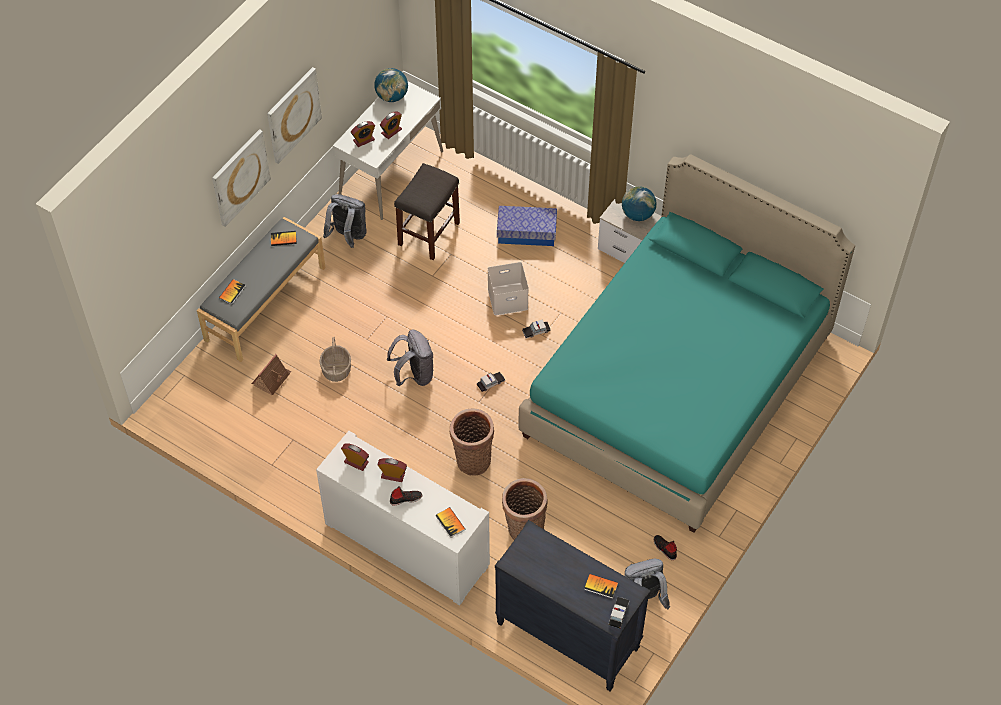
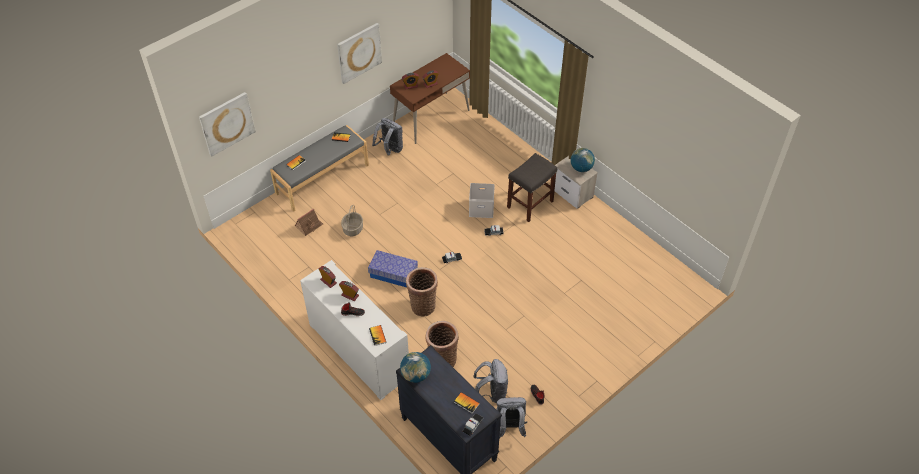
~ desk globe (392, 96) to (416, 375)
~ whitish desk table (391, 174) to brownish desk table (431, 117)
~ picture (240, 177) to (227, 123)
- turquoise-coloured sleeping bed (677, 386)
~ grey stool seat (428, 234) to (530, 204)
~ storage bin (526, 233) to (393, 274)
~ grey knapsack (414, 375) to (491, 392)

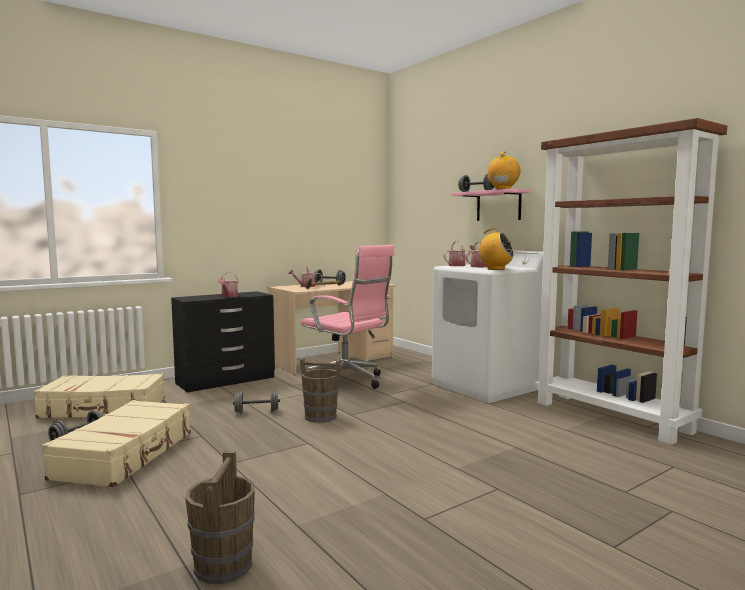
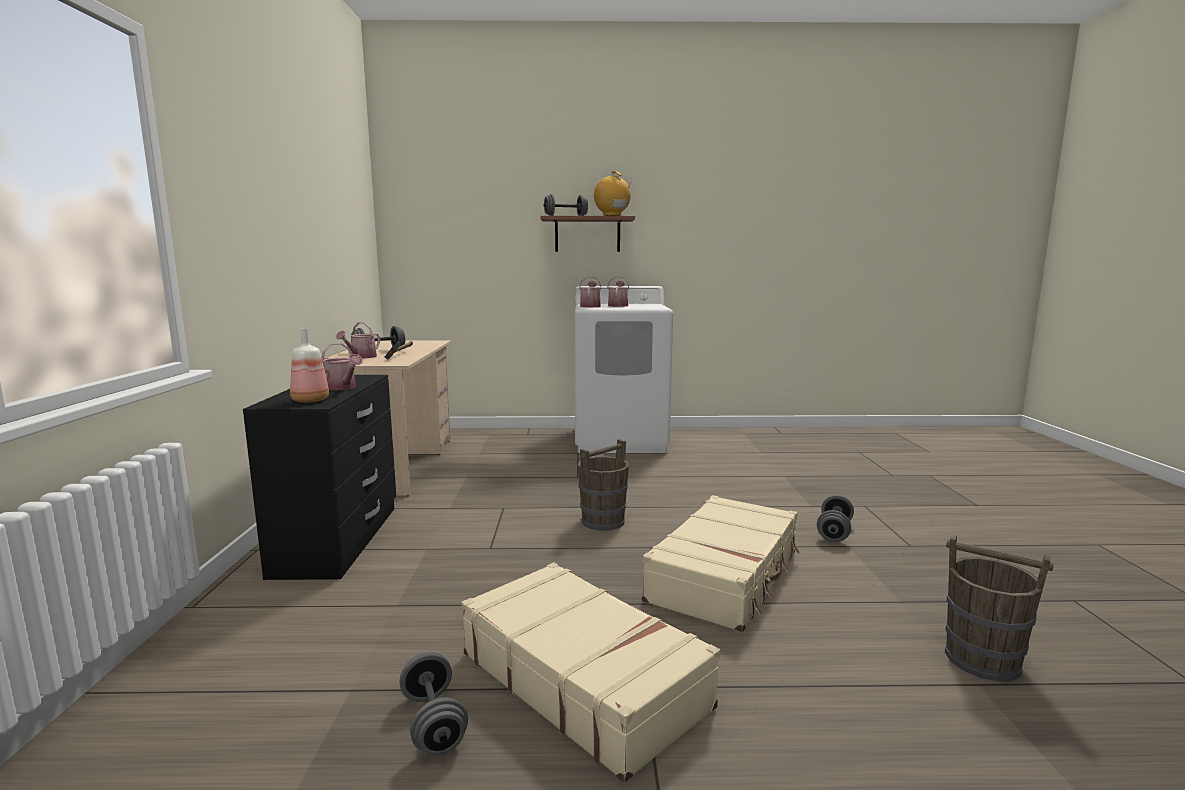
- brownish bookcase (612, 417)
~ pink bracket shelf (498, 206) to brownish bracket shelf (587, 234)
- radio receiver (495, 269)
- pink desk chair (348, 382)
~ beige travel case (103, 408) to (726, 576)
~ grey dumbbell (257, 412) to (834, 532)
+ beverage bottle (309, 401)

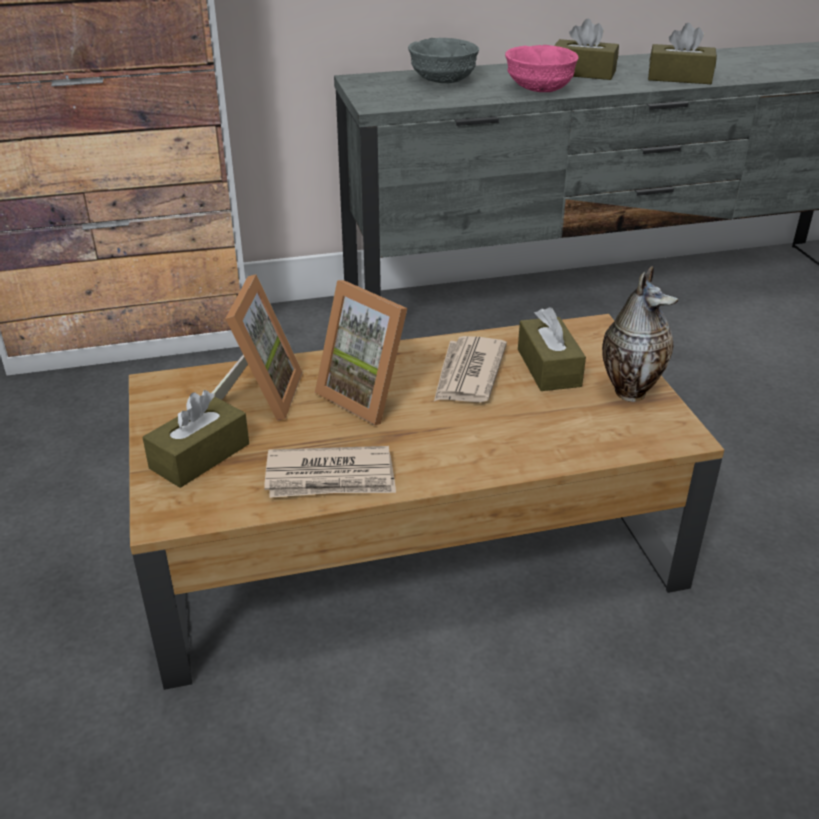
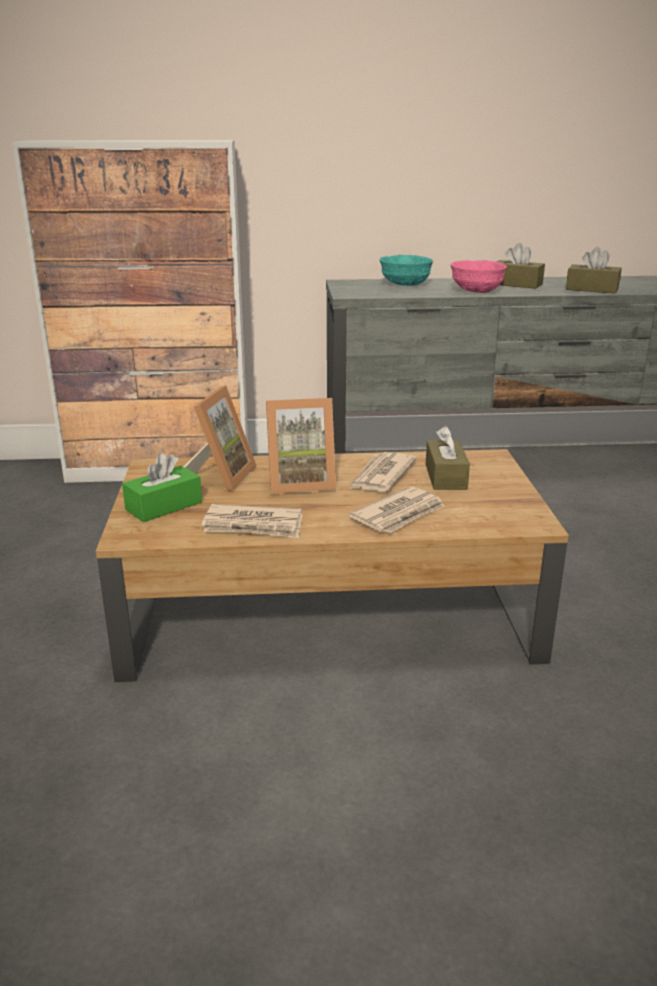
~ grey serving bowl (442, 81) to turquoise-coloured serving bowl (404, 284)
- vase (630, 390)
~ picture frame (368, 395) = (300, 482) 60 degrees counterclockwise
~ brownish tissue box (200, 456) to green-coloured tissue box (164, 506)
+ newspaper (400, 514)

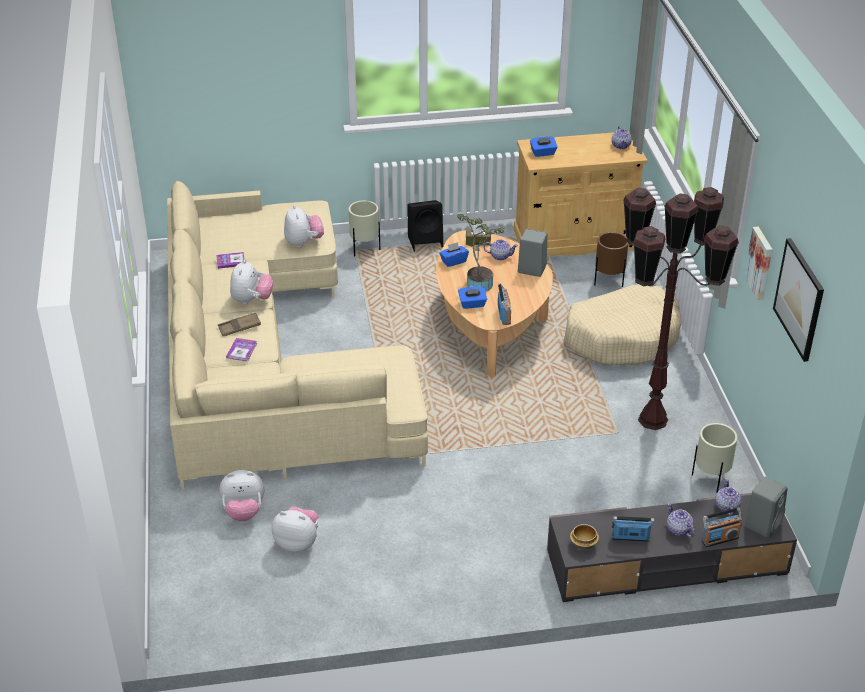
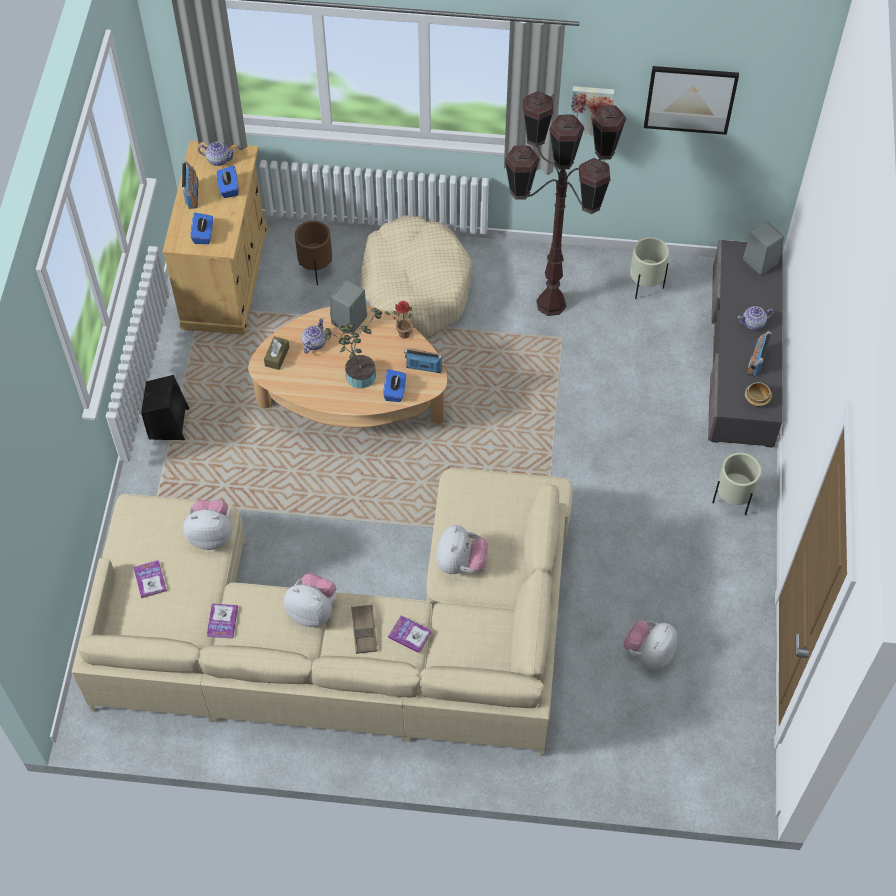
~ beige plant pot (364, 249) to (732, 500)
~ bluish tissue box (453, 261) to (228, 188)
~ cuddly toy (244, 511) to (460, 563)
- pot for tea (726, 507)
~ radio receiver (719, 539) to (192, 195)
+ potted plant (401, 334)
+ volume (150, 579)

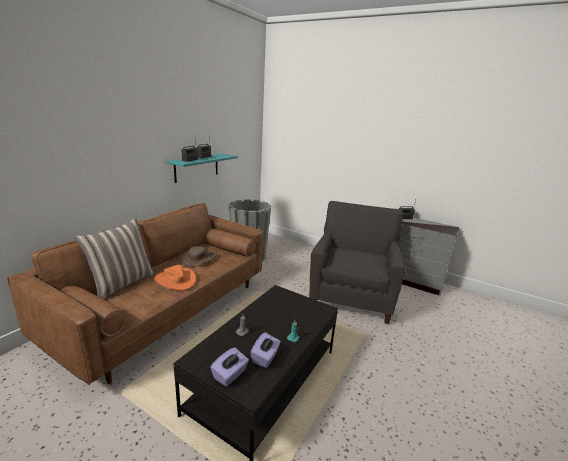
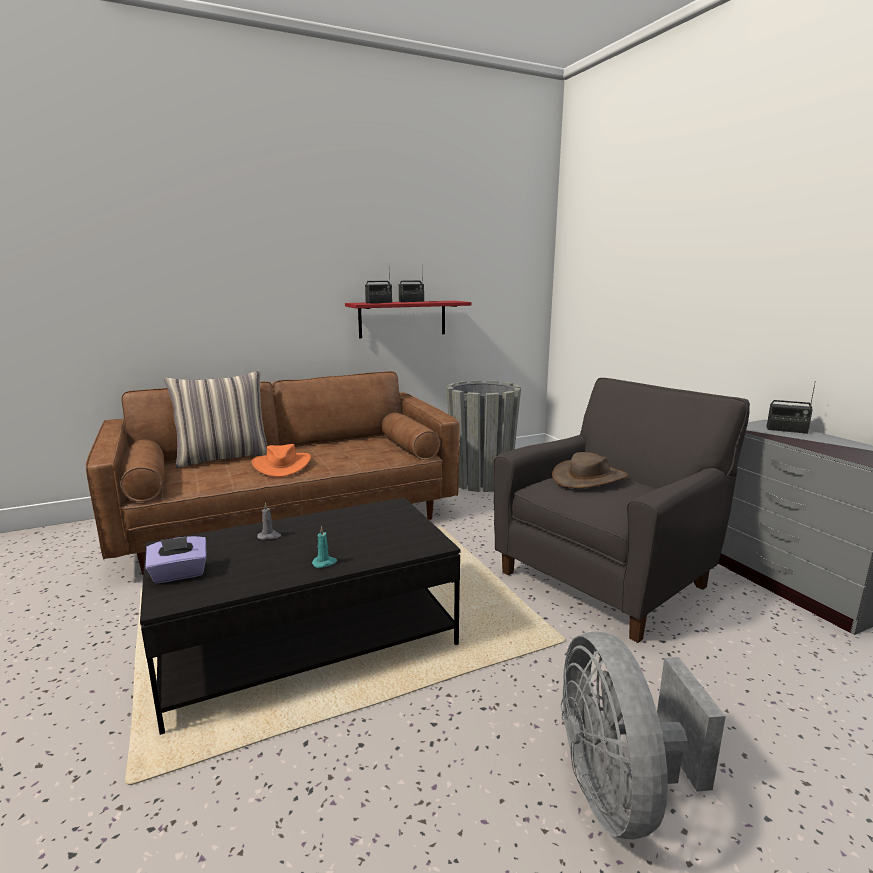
~ turquoise-coloured bracket shelf (197, 167) to red bracket shelf (402, 319)
~ brownish wearable hat (199, 258) to (590, 478)
- purple-coloured tissue box (265, 357)
+ grey cooling fan (619, 790)

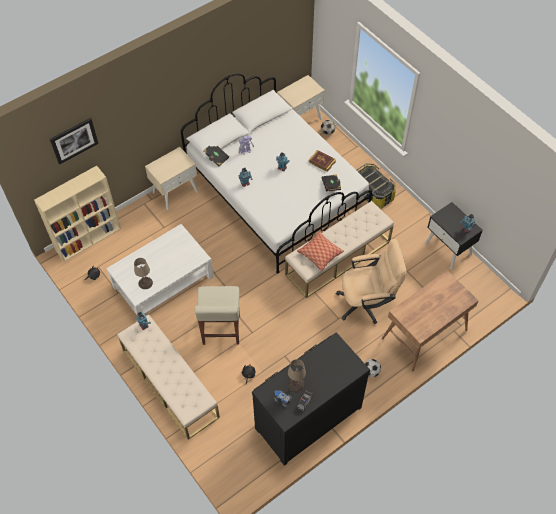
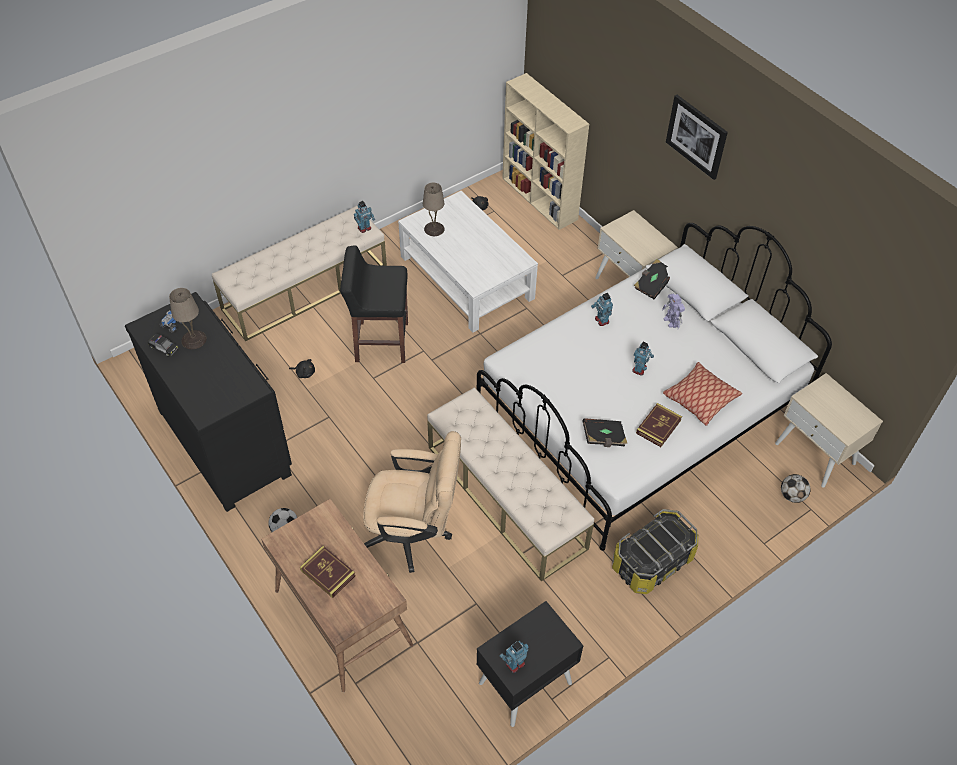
~ picture (74, 140) to (696, 136)
~ throw pillow (320, 254) to (700, 398)
~ beige desk chair (367, 302) = (414, 534) 75 degrees counterclockwise
~ beige stool seat (221, 330) to black stool seat (380, 342)
+ volume (328, 573)

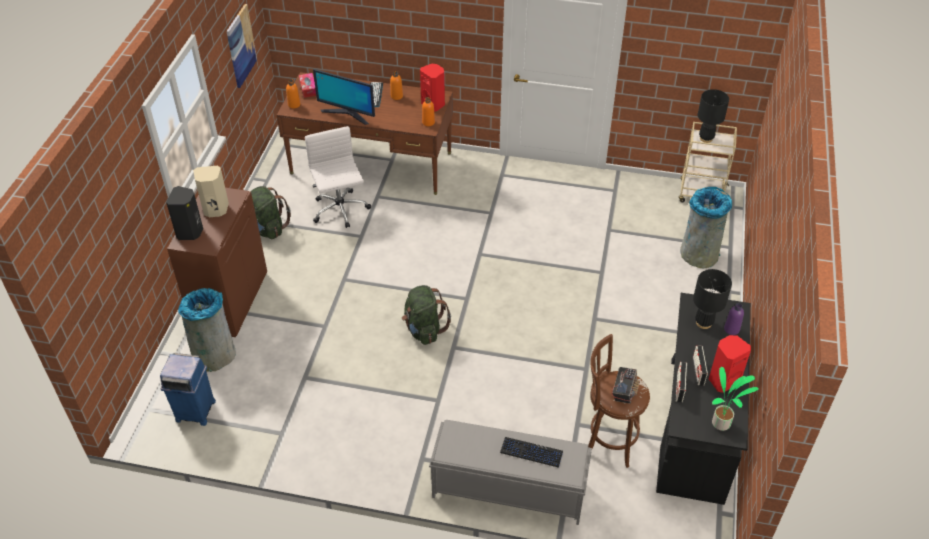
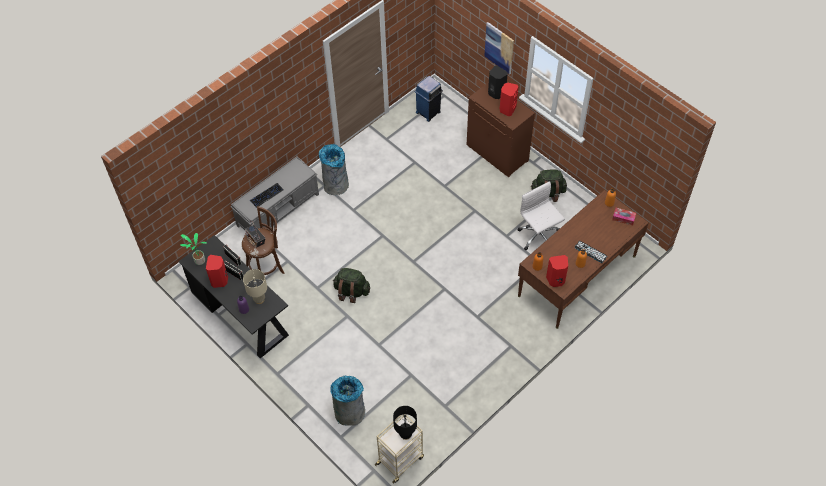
~ picture (241, 46) to (499, 48)
- computer screen (347, 114)
~ whitish desk chair (340, 210) = (539, 236) 135 degrees counterclockwise
~ beige loudspeaker (215, 210) to red loudspeaker (507, 109)
~ black lamp for a table (703, 323) to beige lamp for a table (259, 299)
~ green-coloured knapsack (424, 329) to (351, 291)
~ grey trash can (215, 355) to (335, 185)

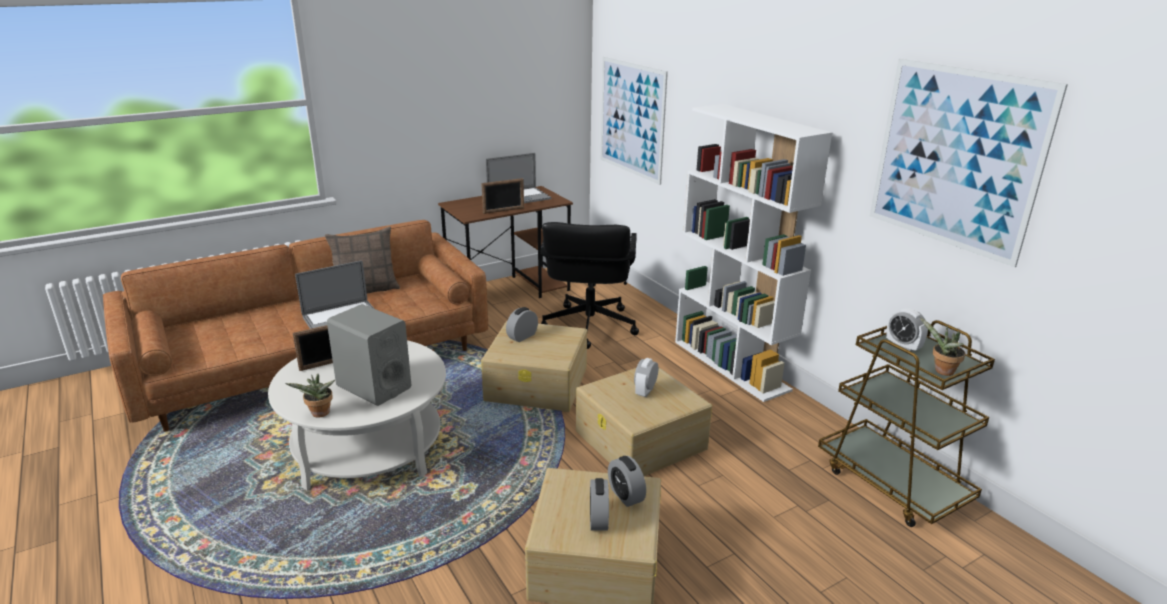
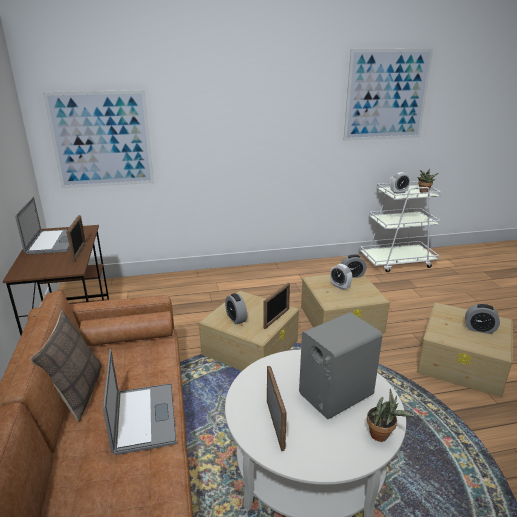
- whitish bookcase (731, 365)
- black desk chair (588, 326)
~ brownish wheeled cart (892, 483) to whitish wheeled cart (397, 261)
~ alarm clock (626, 495) to (352, 275)
+ picture frame (276, 318)

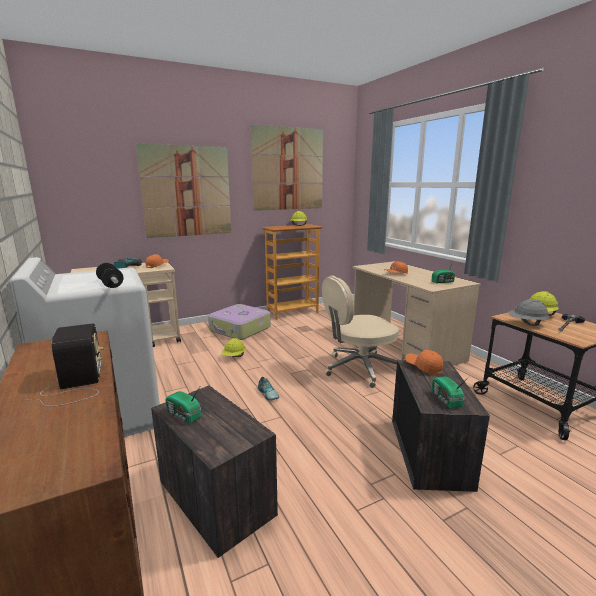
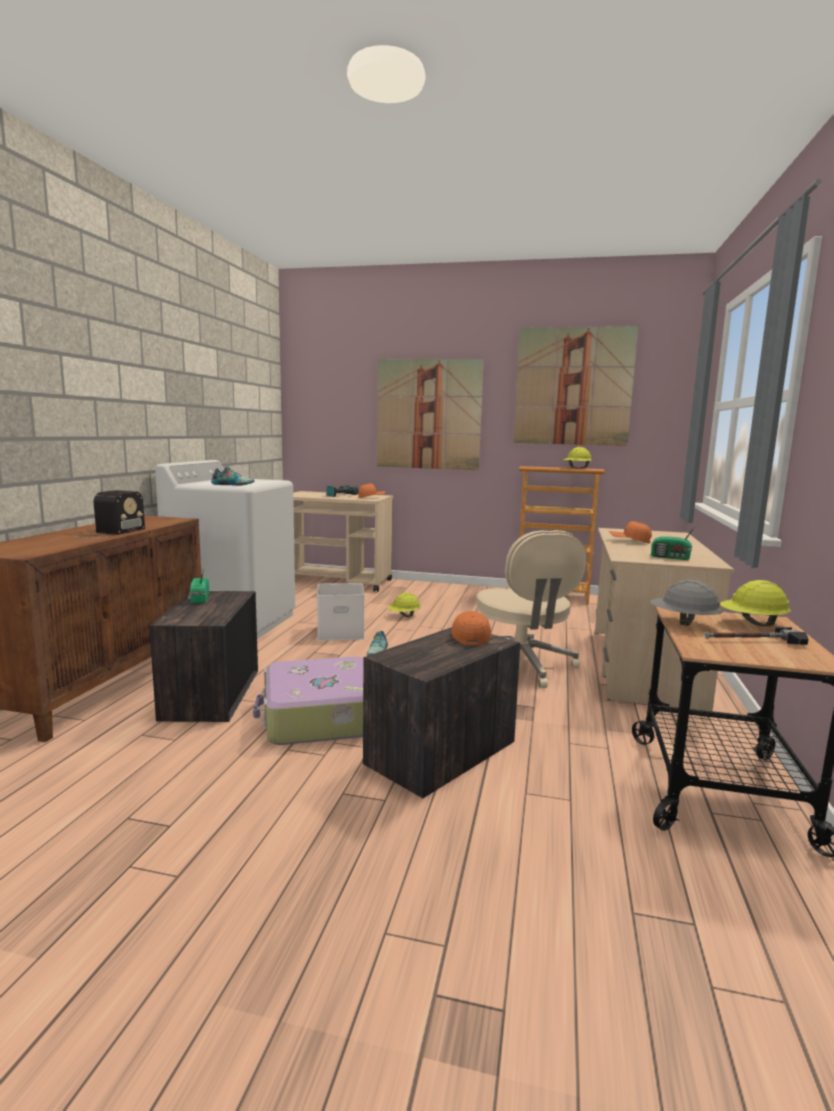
~ dumbbell (110, 284) to shoe (233, 484)
~ beige desk chair (359, 368) = (521, 666) 120 degrees counterclockwise
~ travel case (240, 329) to (320, 717)
- radio receiver (446, 400)
+ whitish storage bin (341, 632)

